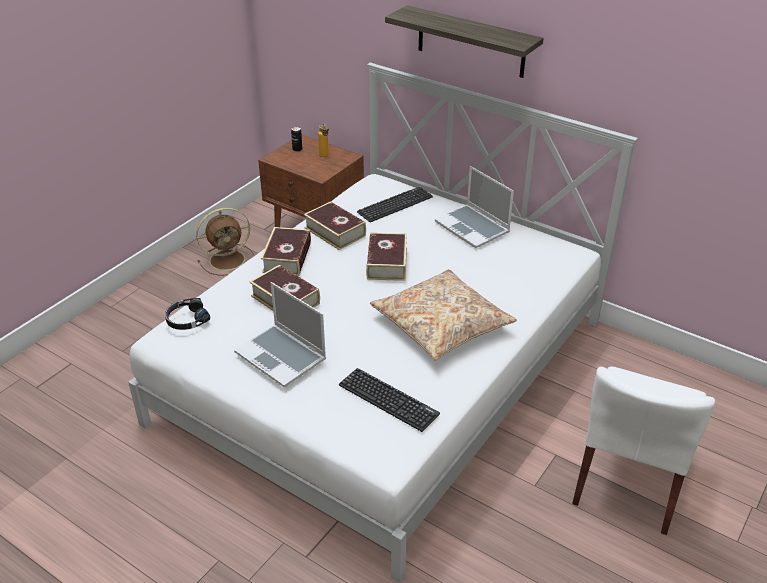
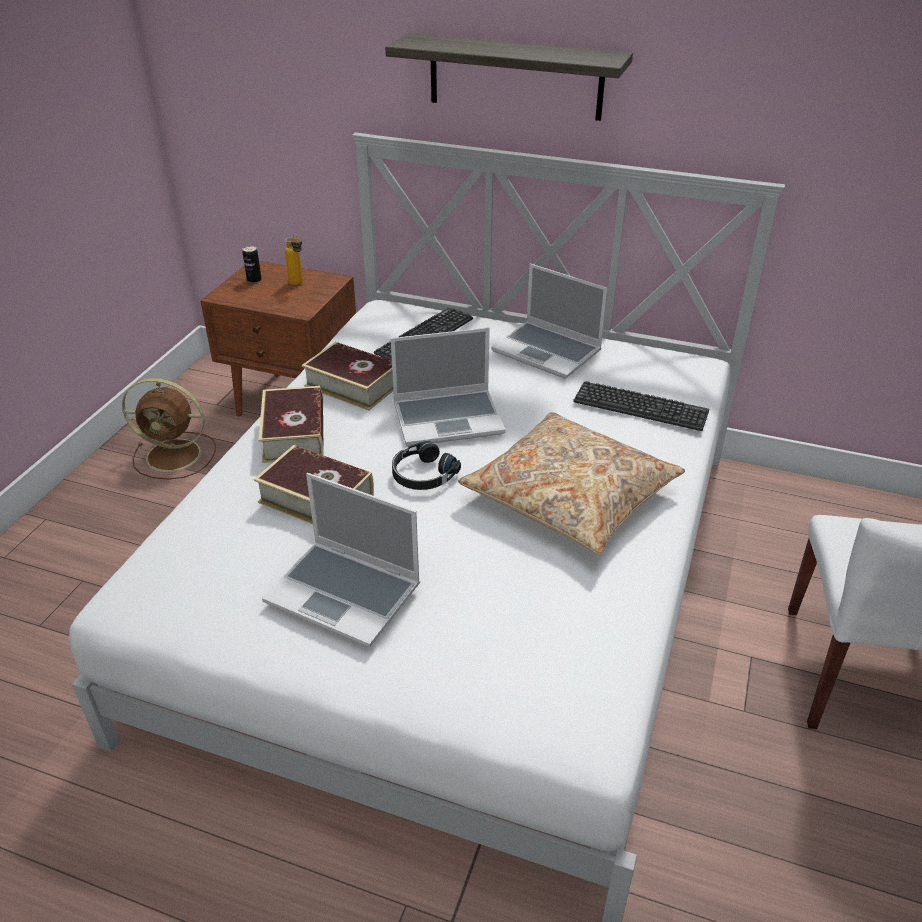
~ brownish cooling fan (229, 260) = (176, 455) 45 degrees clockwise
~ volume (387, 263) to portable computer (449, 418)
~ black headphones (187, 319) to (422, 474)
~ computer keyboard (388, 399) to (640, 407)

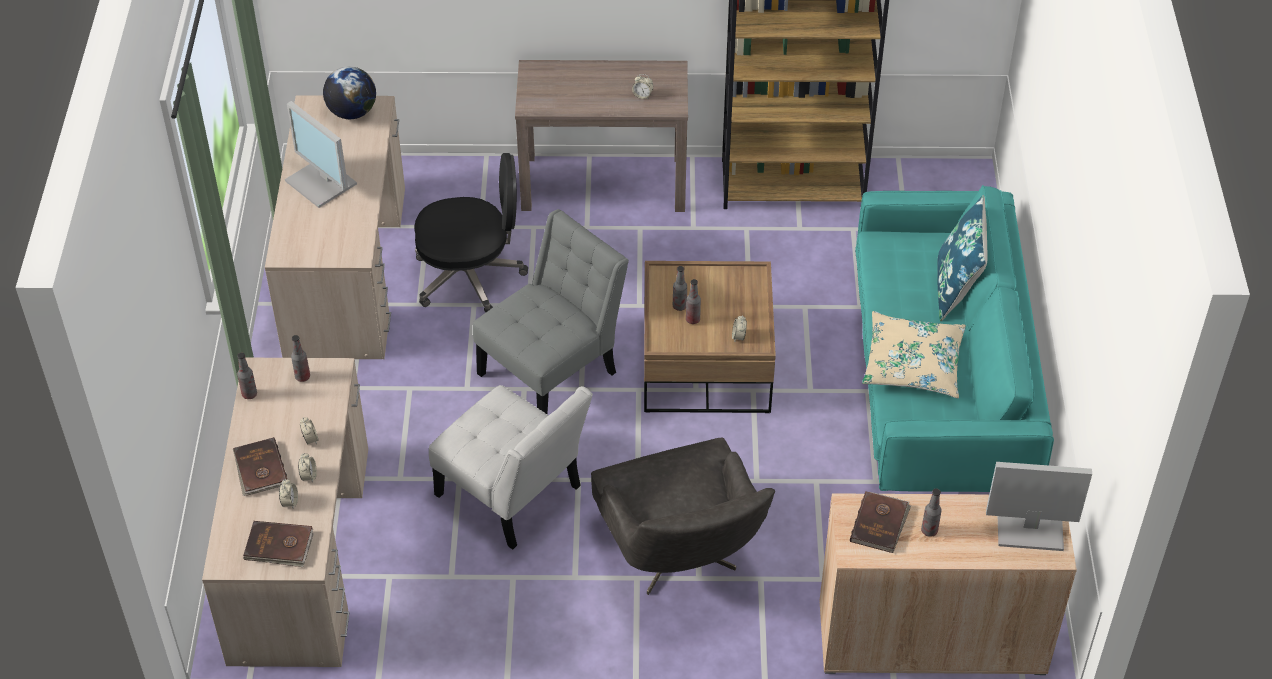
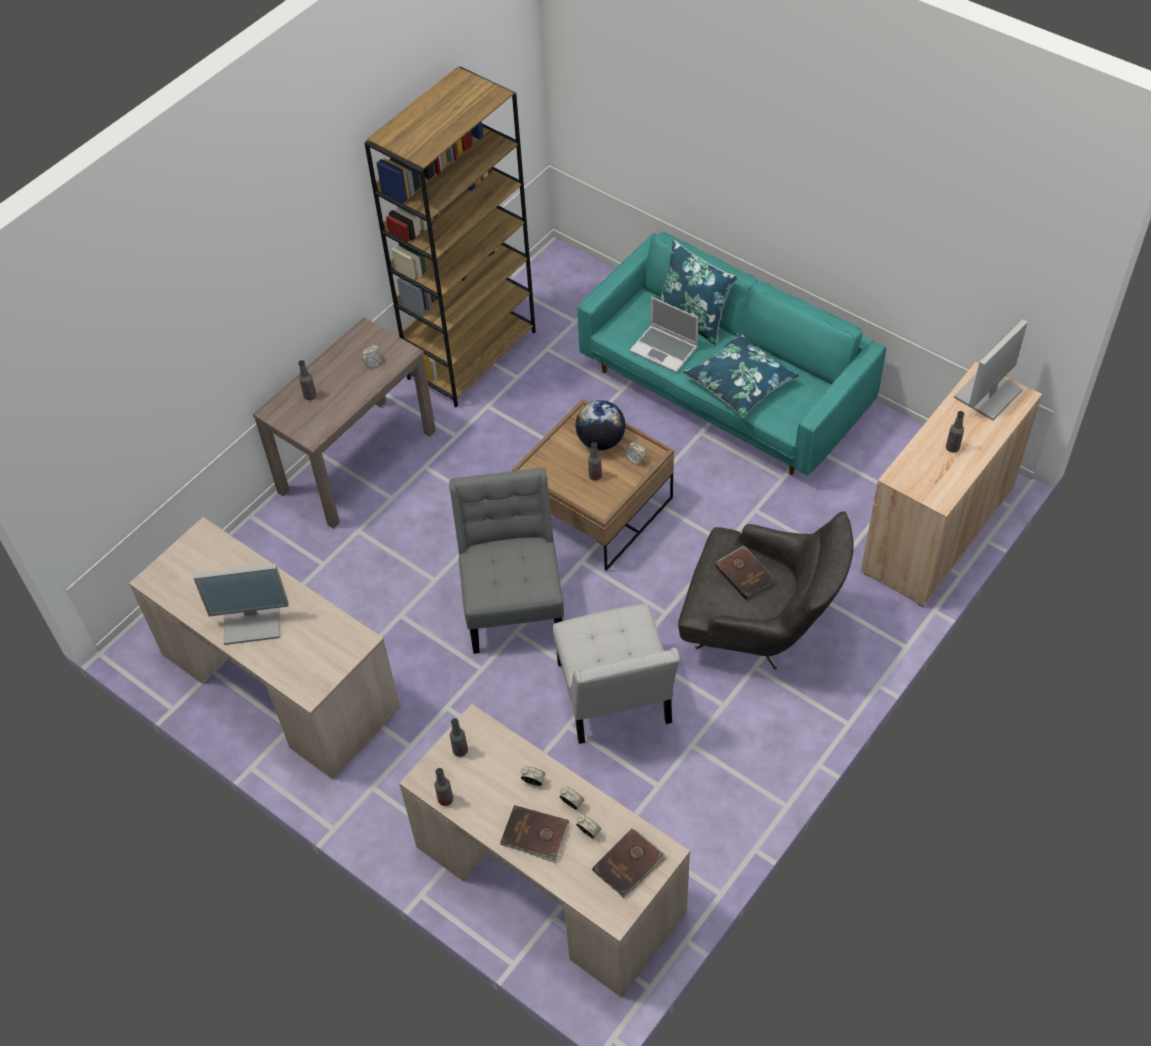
~ desk globe (352, 112) to (600, 441)
- black desk chair (471, 276)
~ beverage bottle (679, 306) to (310, 396)
~ beige throw pillow (913, 364) to bluish throw pillow (740, 383)
~ whitish chair (513, 496) = (615, 699) 90 degrees clockwise
~ brownish volume (880, 524) to (745, 574)
+ portable computer (665, 350)

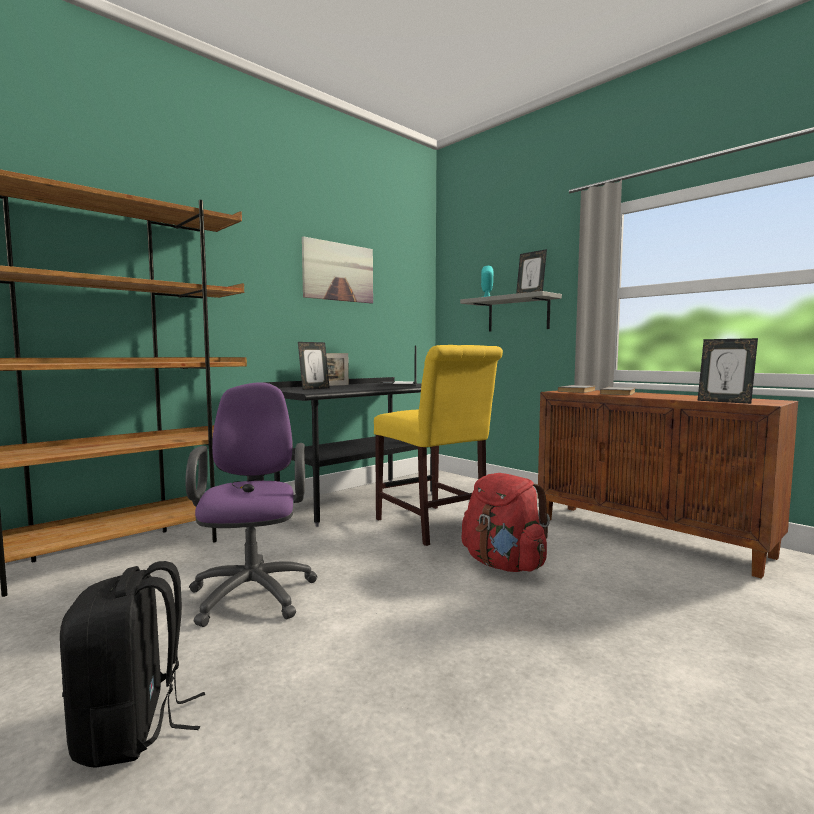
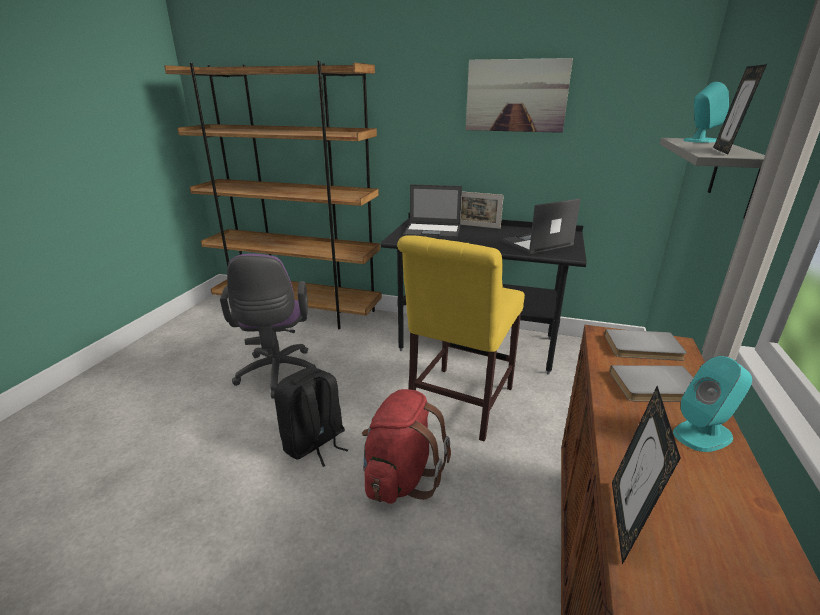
~ picture frame (314, 388) to portable computer (433, 231)
~ purple-coloured desk chair (254, 591) = (277, 375) 120 degrees clockwise
~ black knapsack (132, 729) to (314, 443)
+ turquoise-coloured loudspeaker (703, 434)

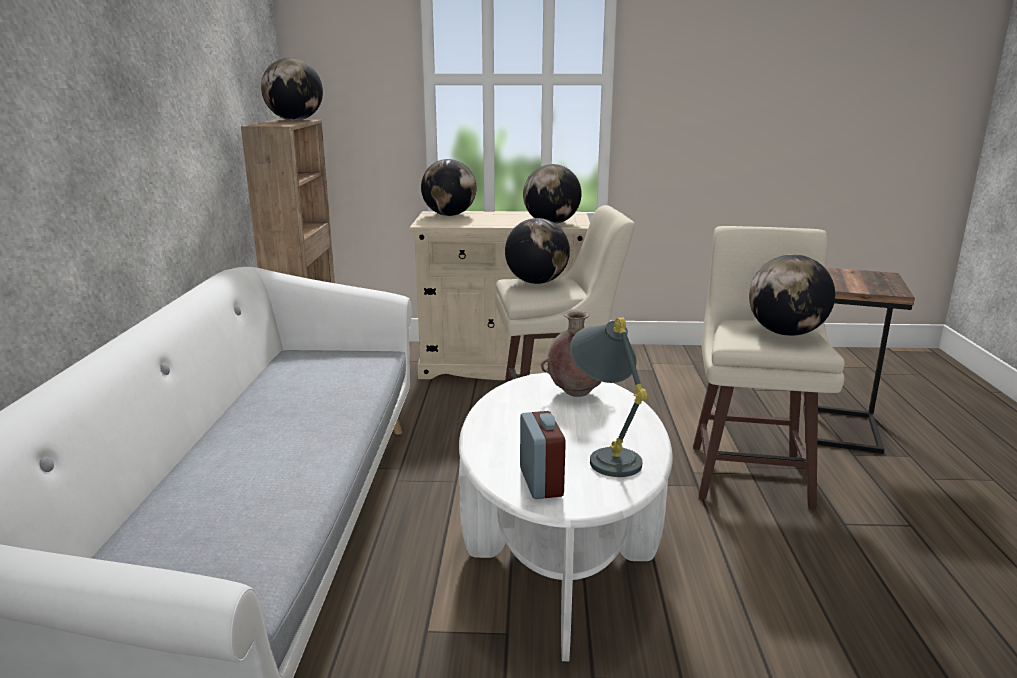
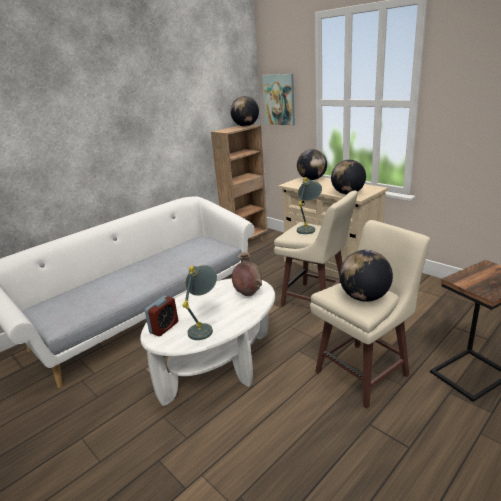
~ desk globe (536, 282) to grey lamp for a table (308, 228)
+ picture (279, 99)

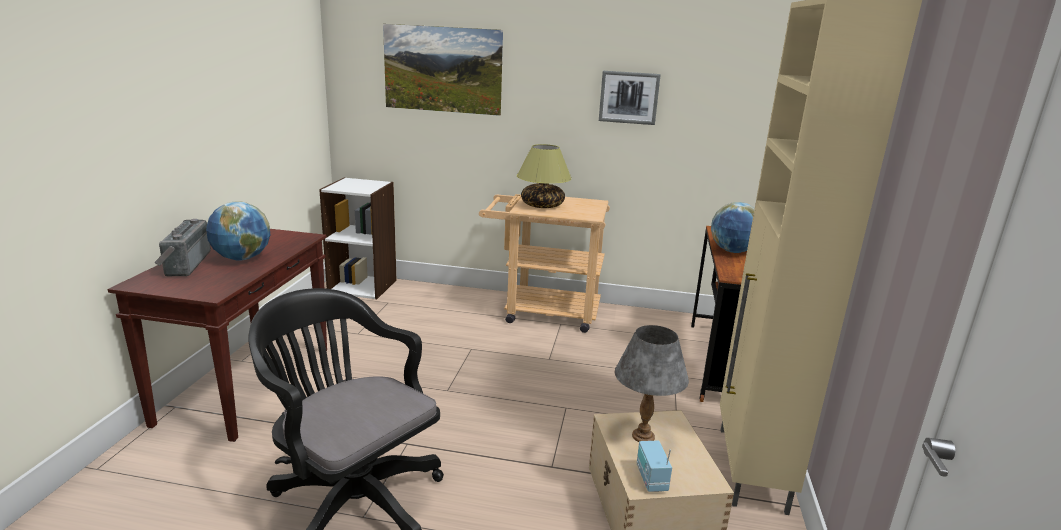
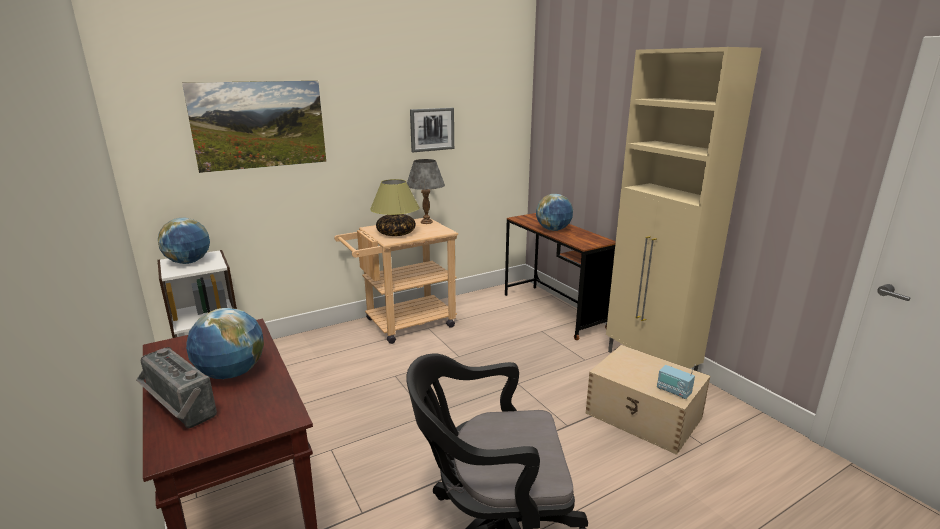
~ grey lamp for a table (643, 436) to (426, 222)
+ desk globe (189, 262)

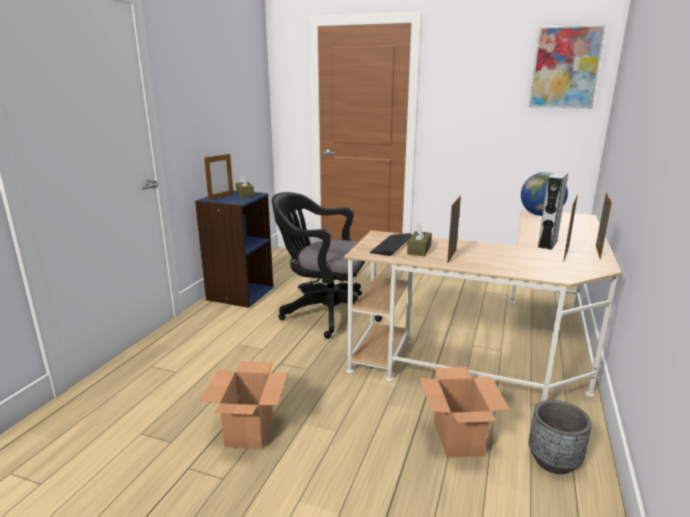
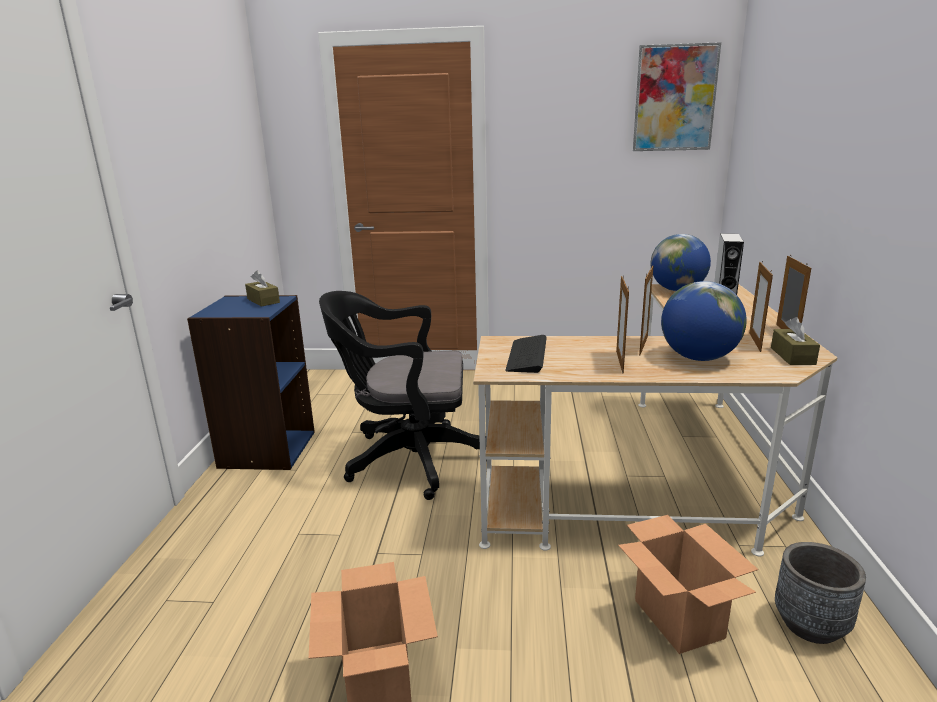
~ picture frame (221, 197) to (643, 345)
~ brownish tissue box (419, 250) to (792, 356)
+ desk globe (698, 358)

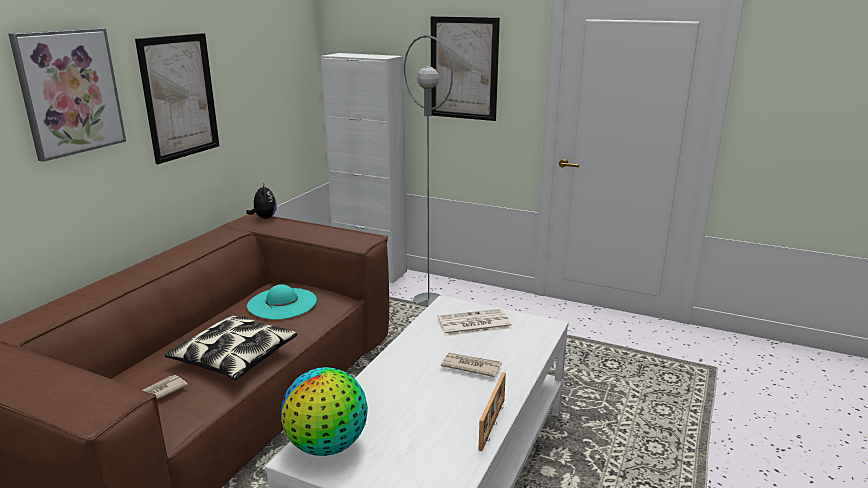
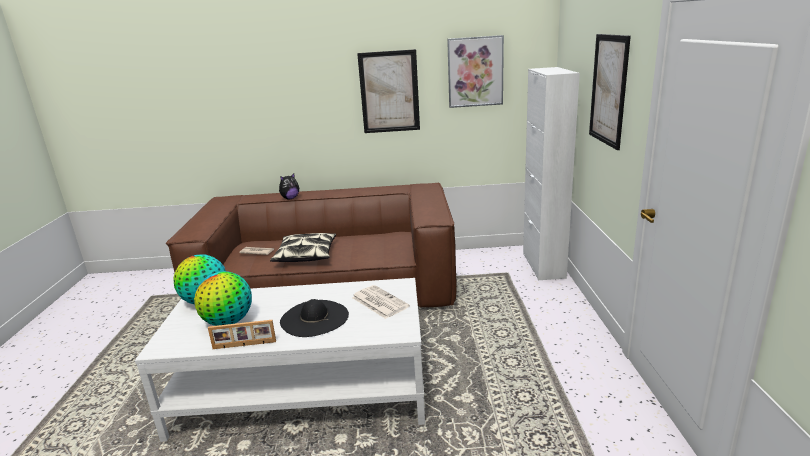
~ picture (70, 92) to (475, 72)
- grey standard lamp (428, 300)
~ cuddly toy (264, 218) to (290, 198)
- turquoise-coloured wearable hat (282, 303)
~ newspaper (470, 366) to black wearable hat (314, 318)
+ desk globe (228, 322)

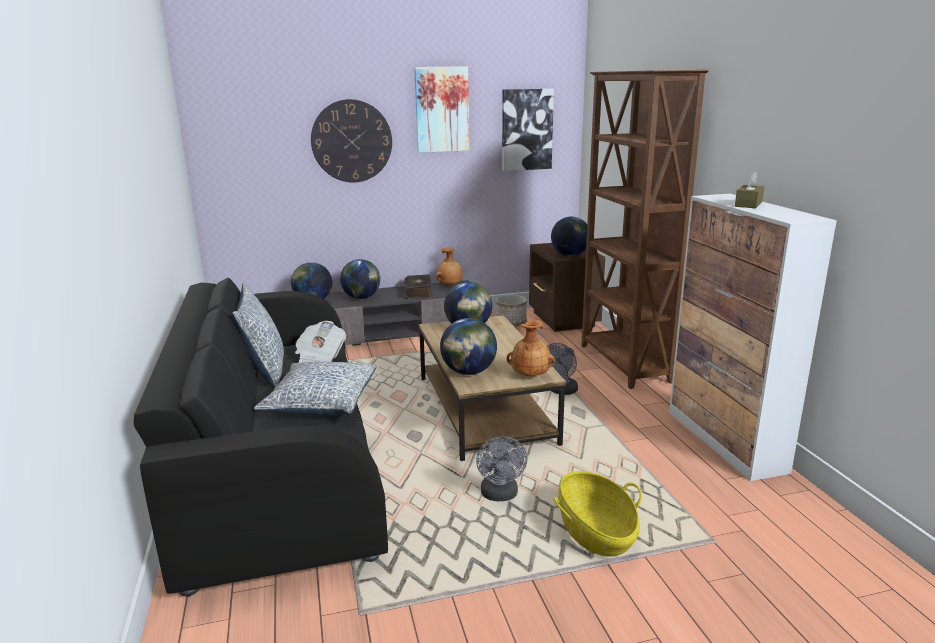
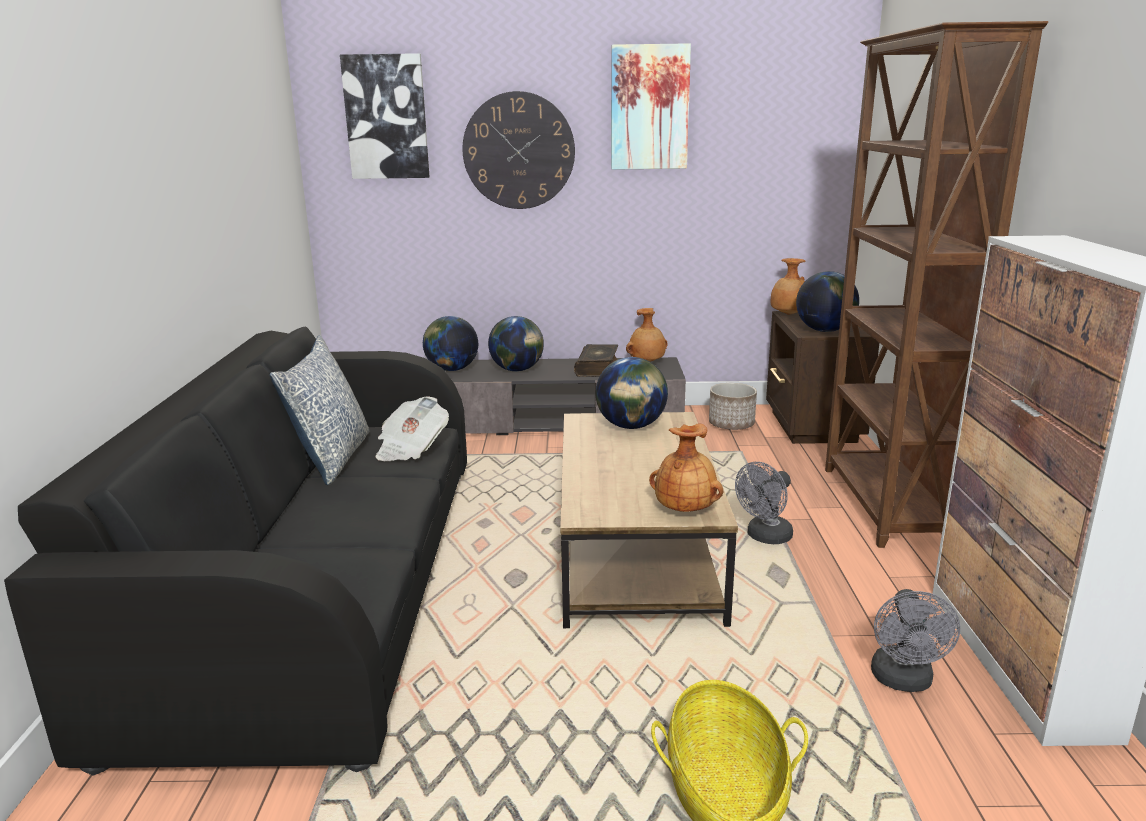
~ picture (526, 129) to (386, 117)
- brownish tissue box (748, 204)
- desk globe (468, 372)
- throw pillow (321, 402)
~ grey cooling fan (500, 495) to (903, 681)
+ brownish vase (788, 314)

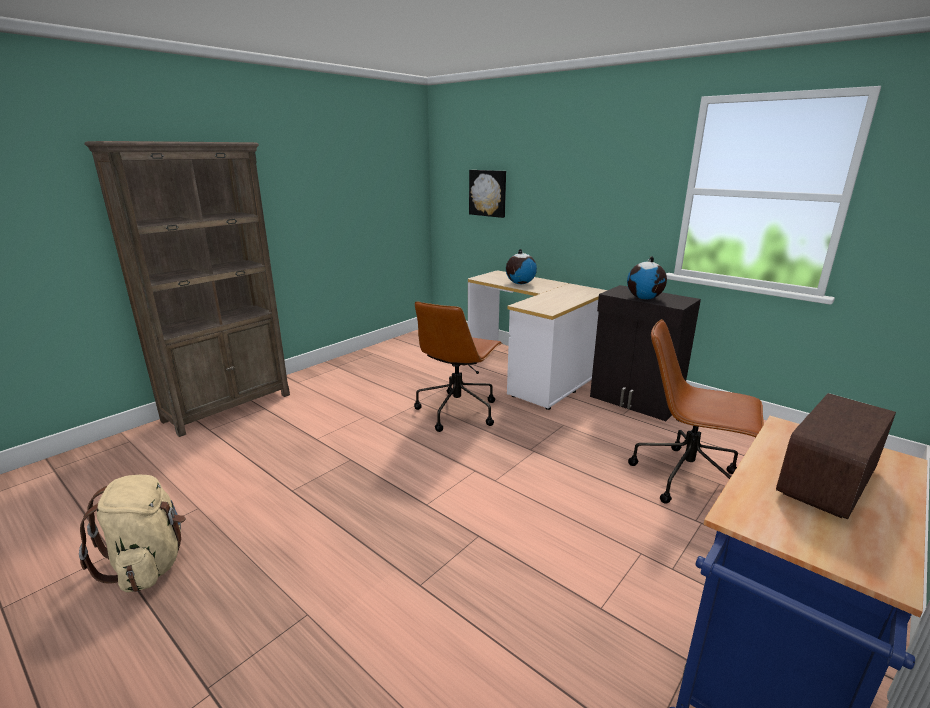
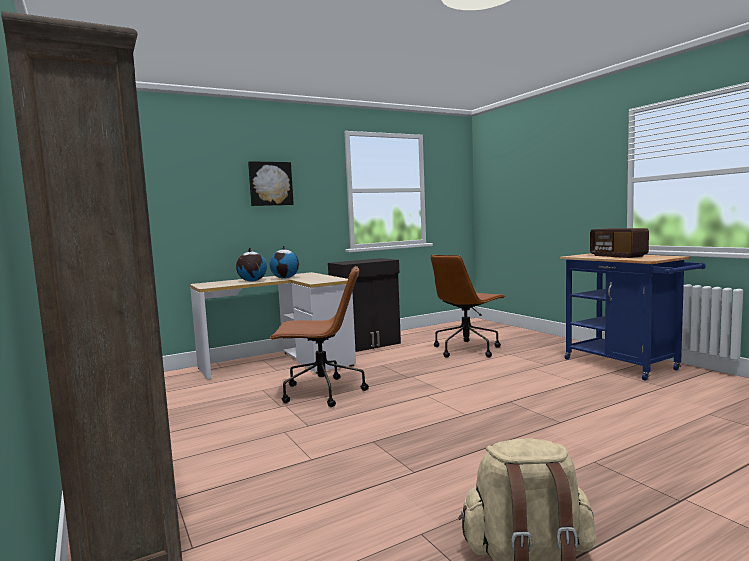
~ picture (488, 193) to (270, 184)
~ desk globe (644, 298) to (285, 278)
~ brownish desk chair (457, 411) = (321, 393) 45 degrees counterclockwise

